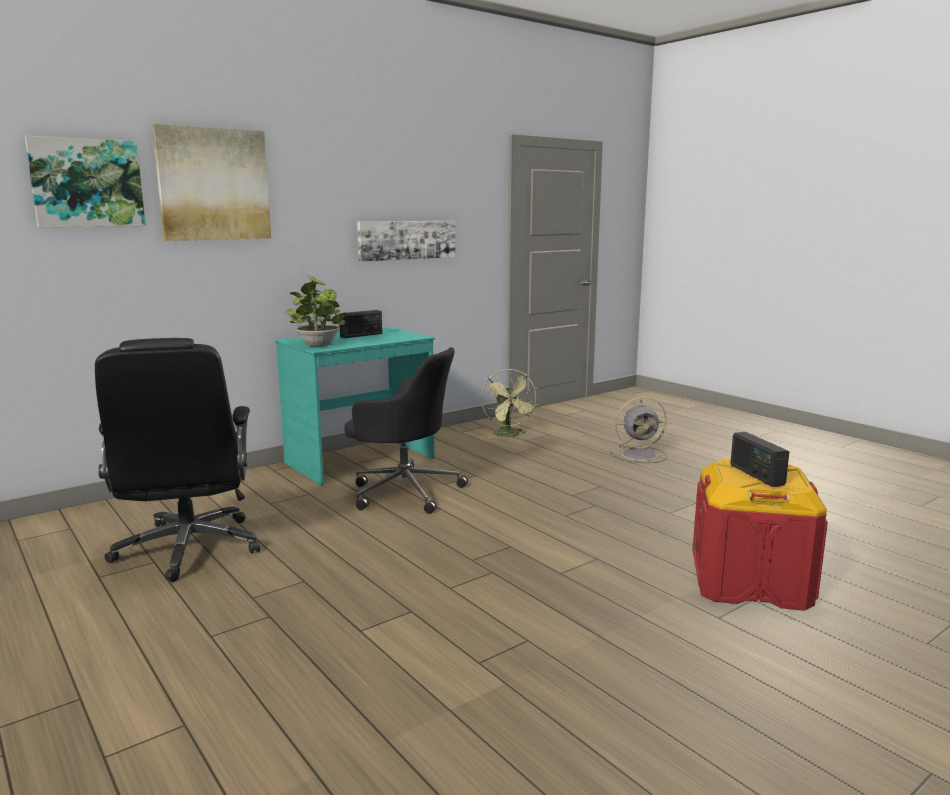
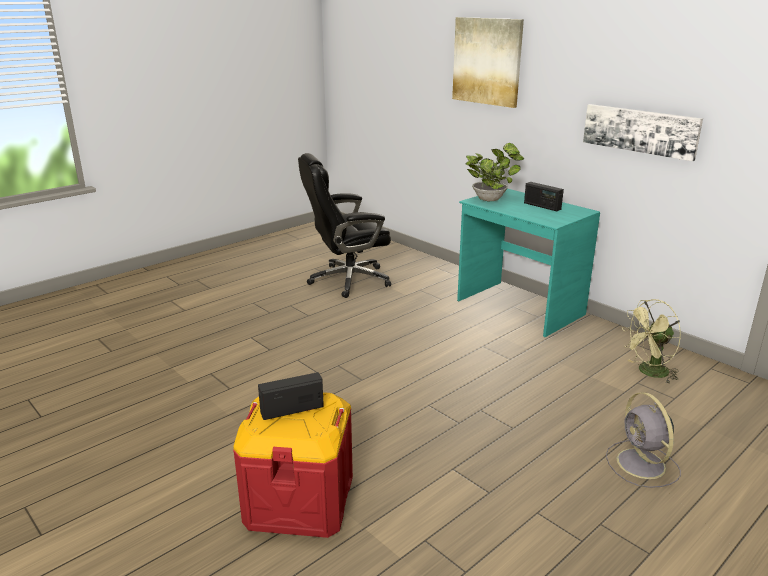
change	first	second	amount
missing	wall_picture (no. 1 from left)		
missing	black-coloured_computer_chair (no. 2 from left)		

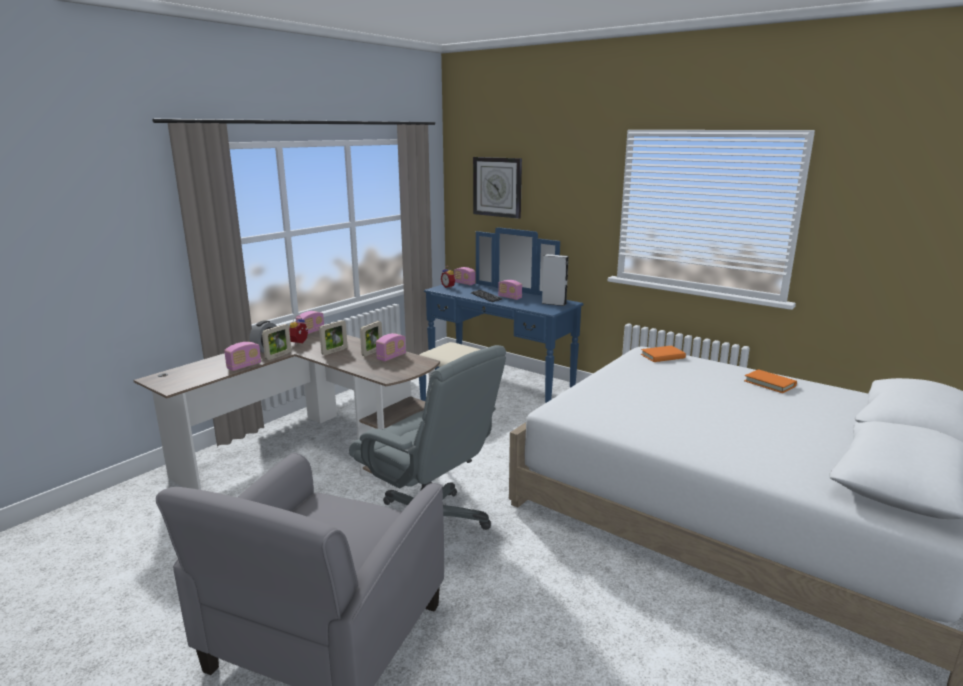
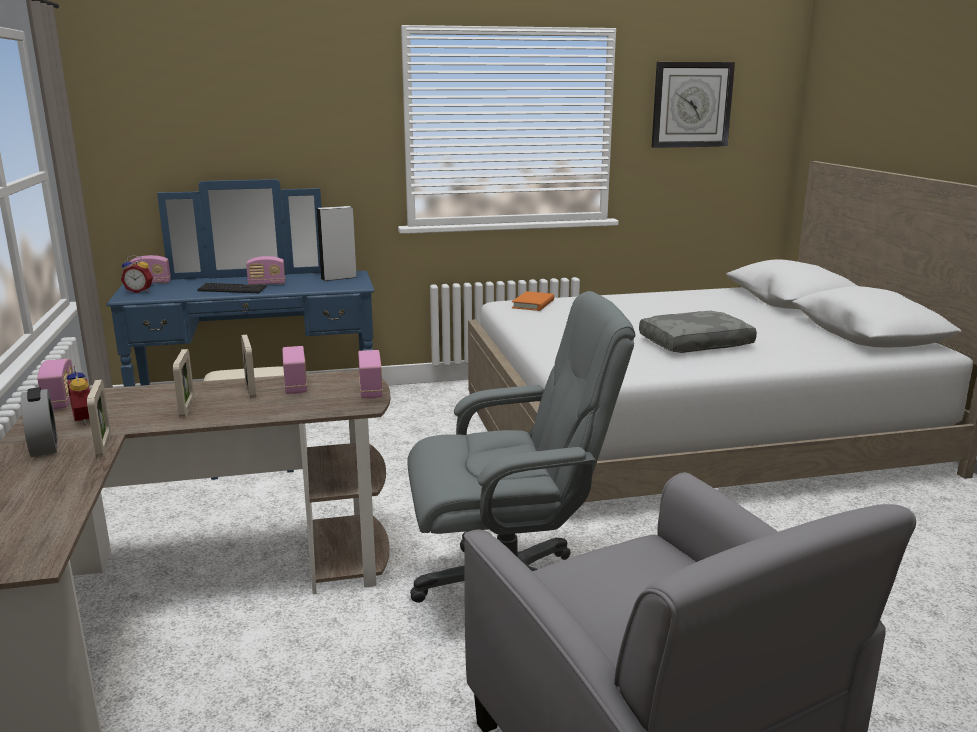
change	first	second	amount
missing	orange_volume (no. 2 from left)		
appeared		greyish_throw_pillow	
relocated	radio (no. 1 from left in the first image)	radio (no. 5 from left)	
relocated	hanging_clock		

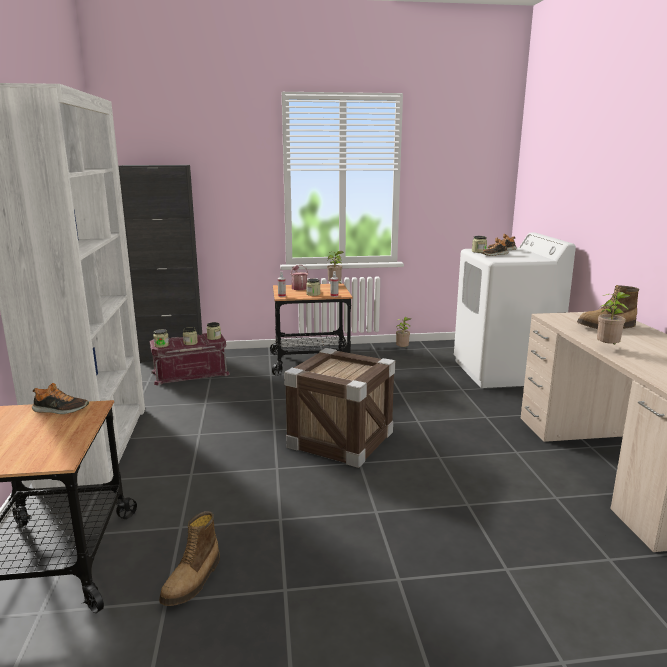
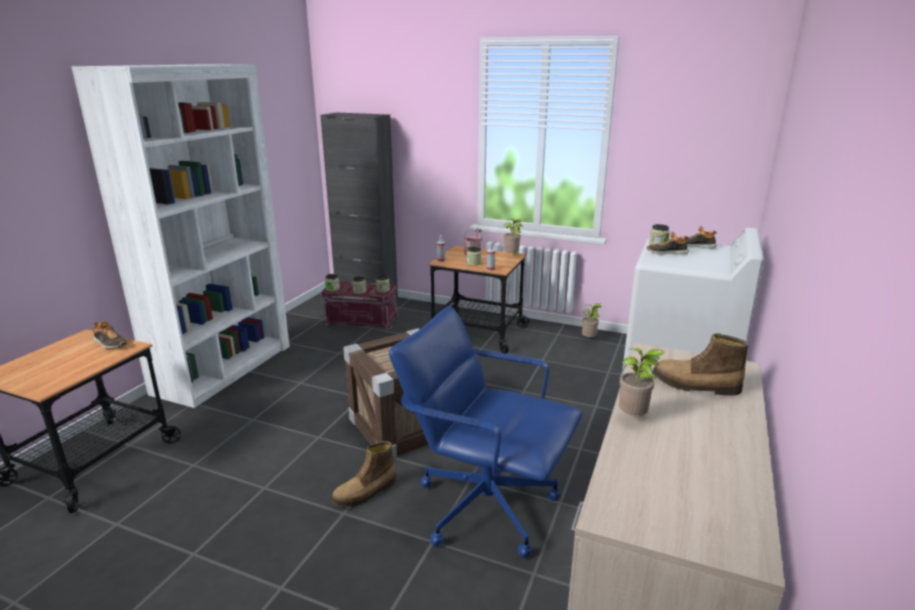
change	first	second	amount
appeared		blue-coloured_computer_chair	
relocated	high-top_boot (no. 1 from left)		

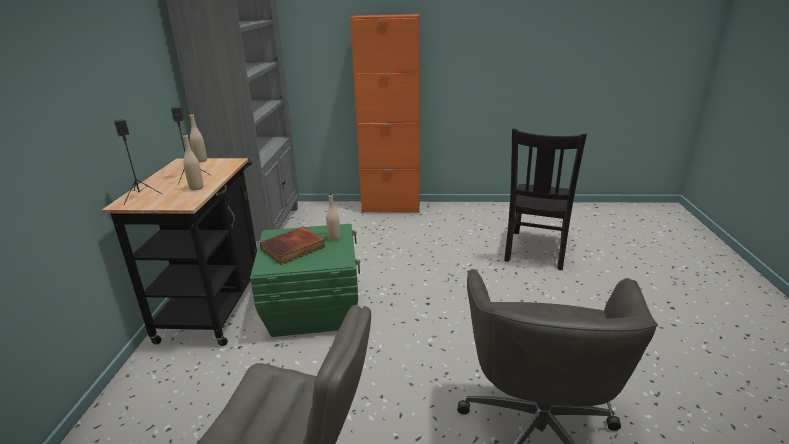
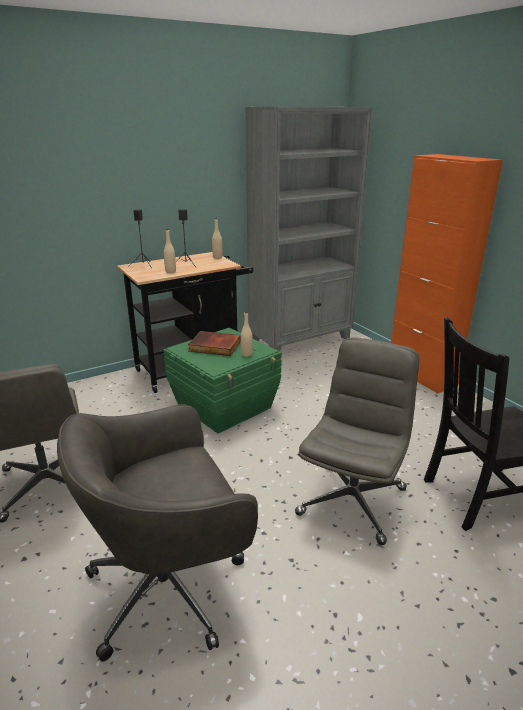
change	first	second	amount
appeared		greyish_computer_chair (no. 3 from left)	

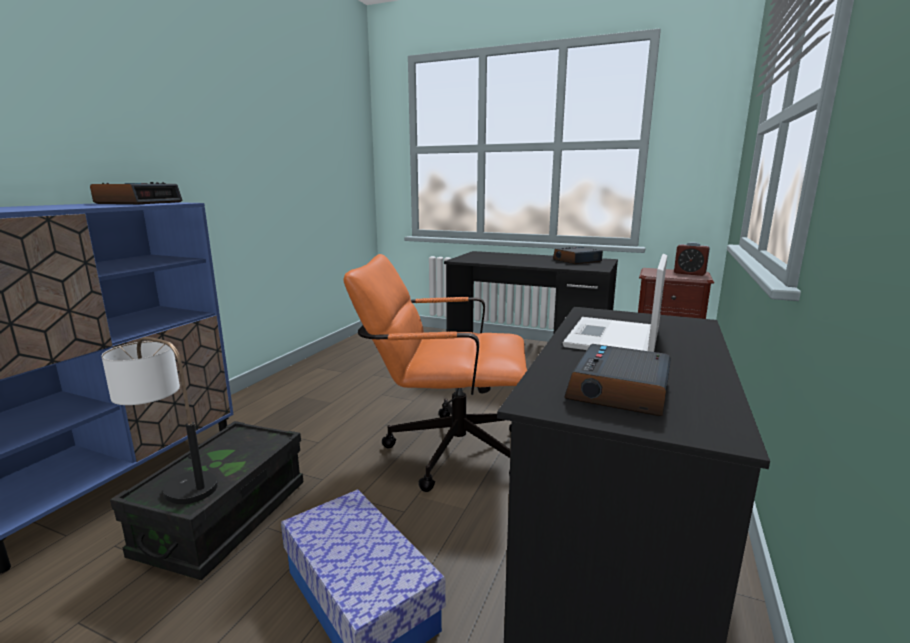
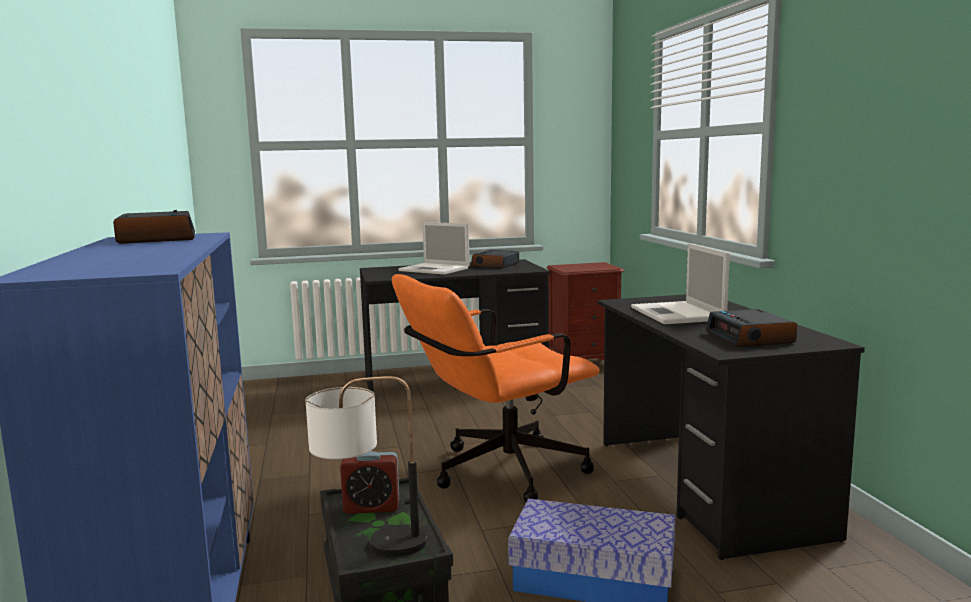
change	first	second	amount
appeared		portable_computer (no. 1 from left)	
relocated	bedside_clock (no. 4 from left in the first image)	bedside_clock (no. 2 from left)	

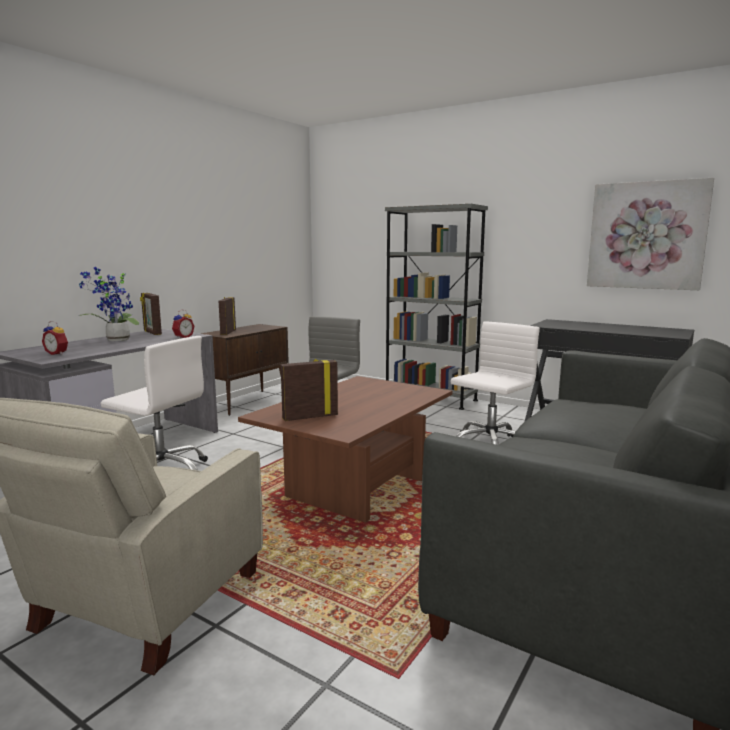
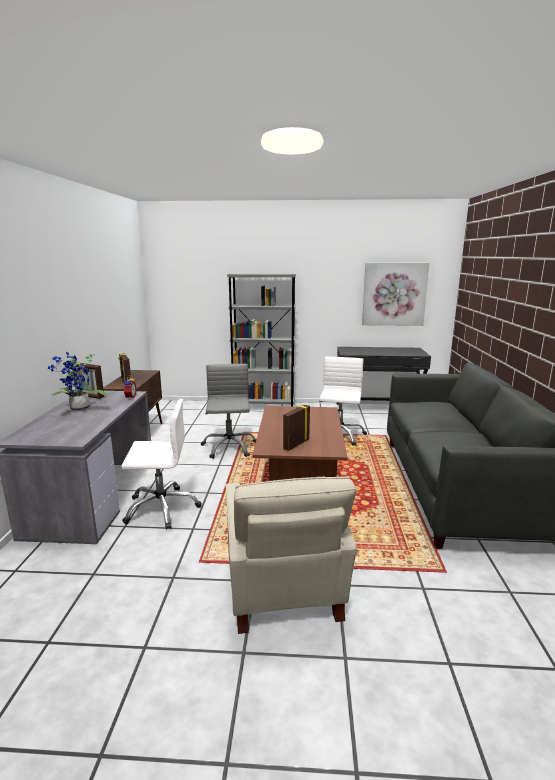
change	first	second	amount
missing	bedside_clock (no. 1 from left)		

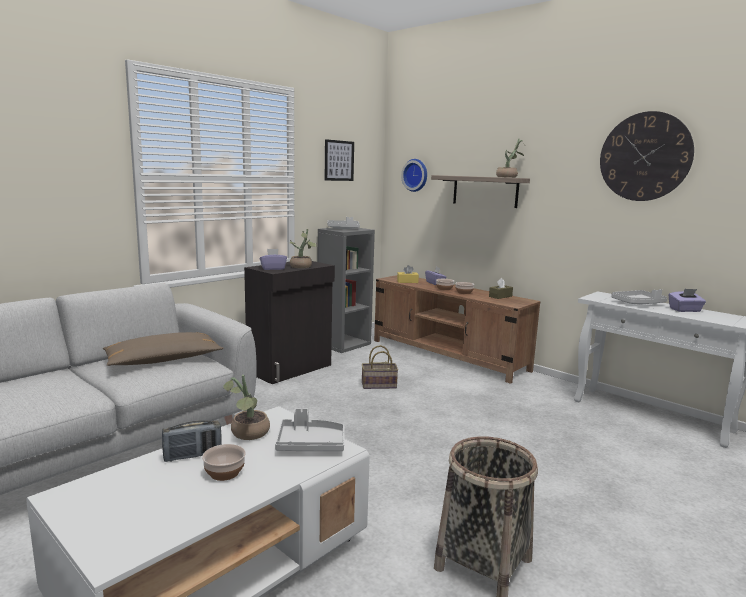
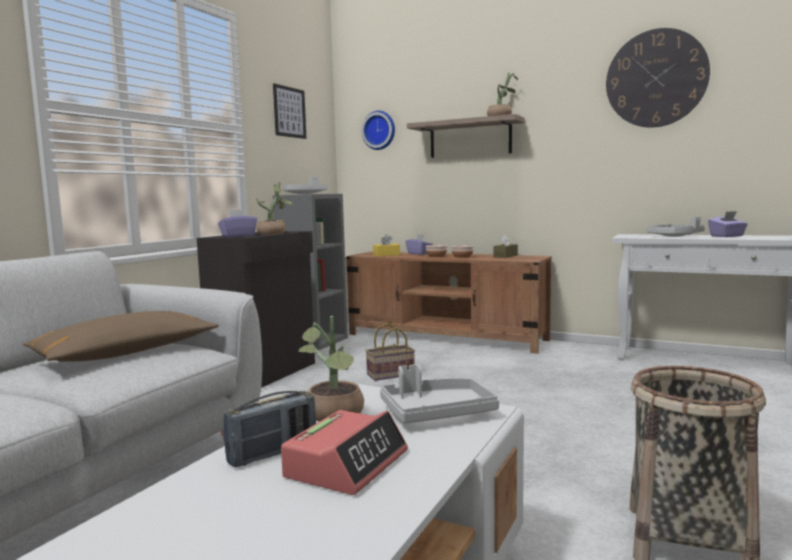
change	first	second	amount
exchanged	bowl (no. 1 from left)	bedside_clock	

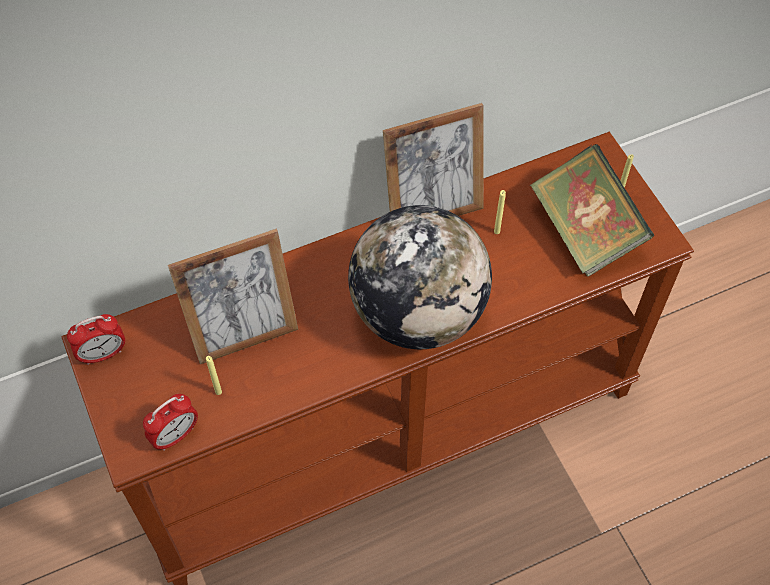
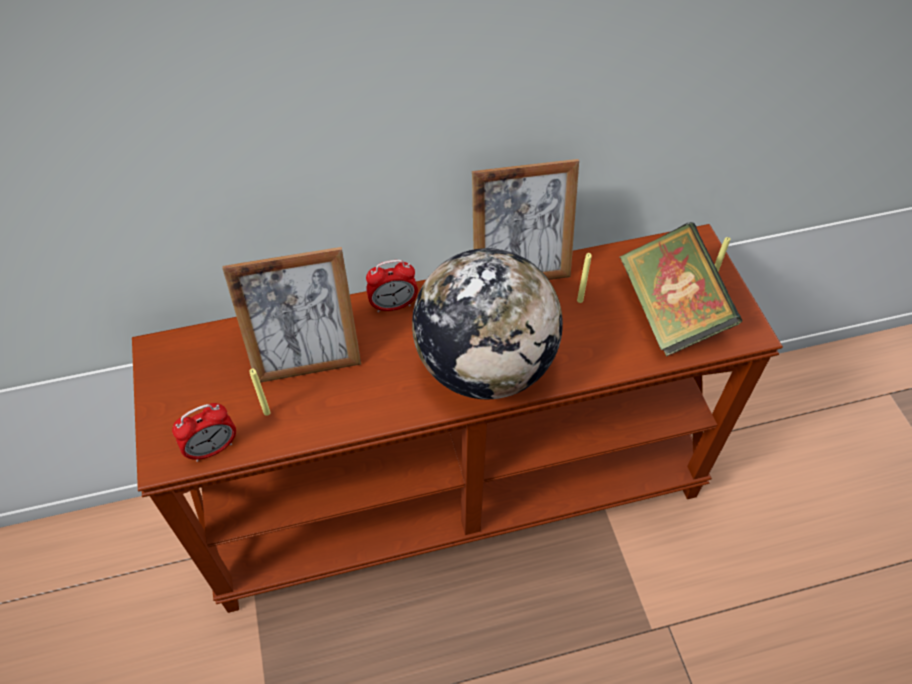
change	first	second	amount
relocated	bedside_clock (no. 1 from left in the first image)	bedside_clock (no. 2 from left)	

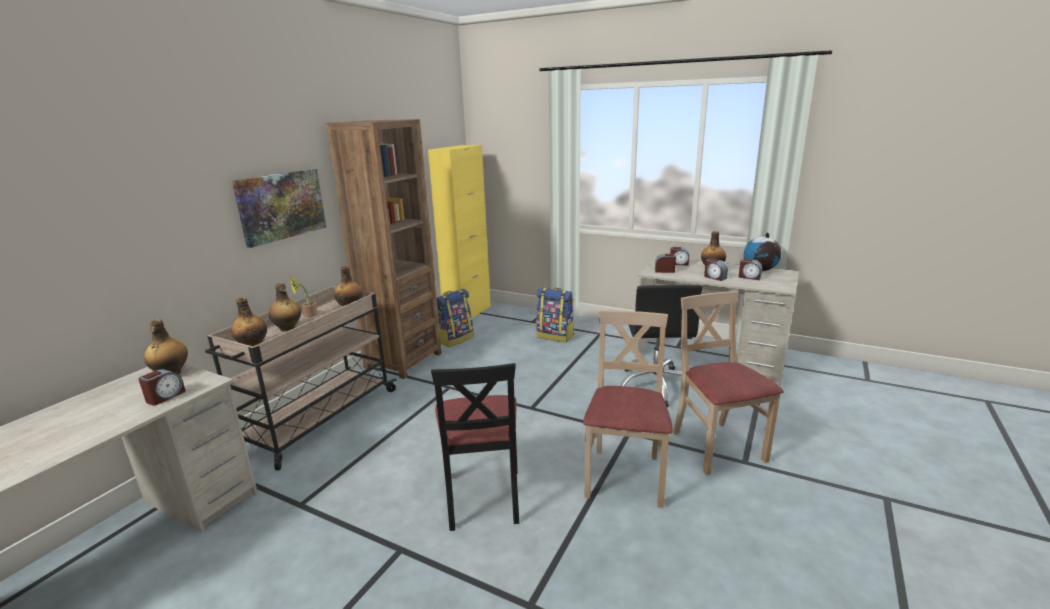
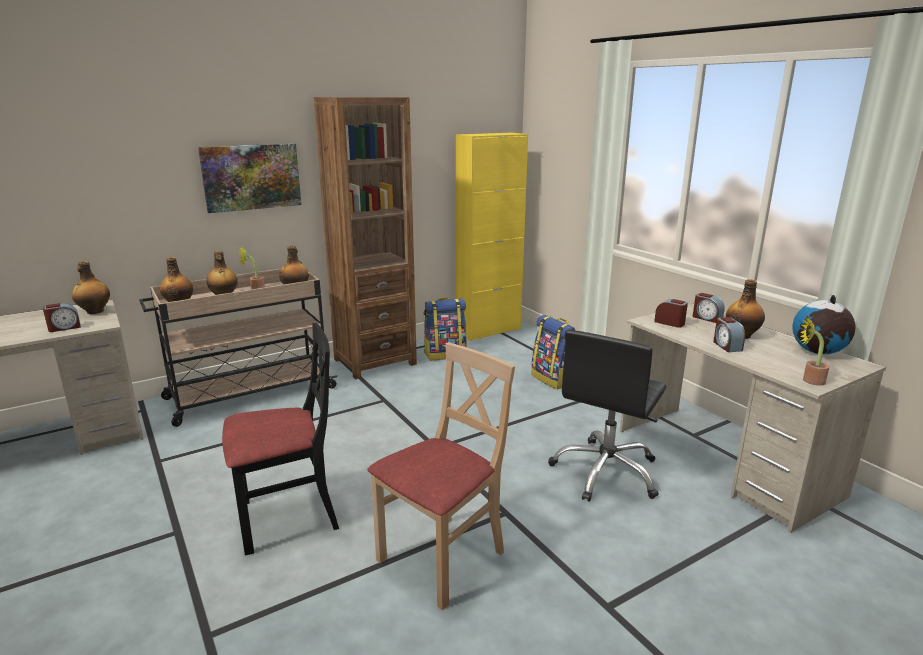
change	first	second	amount
missing	beige_plain_chair (no. 2 from left)		
missing	bedside_clock (no. 5 from left)		
appeared		houseplant (no. 2 from left)	
spun	black-coloured_plain_chair		135 degrees counterclockwise

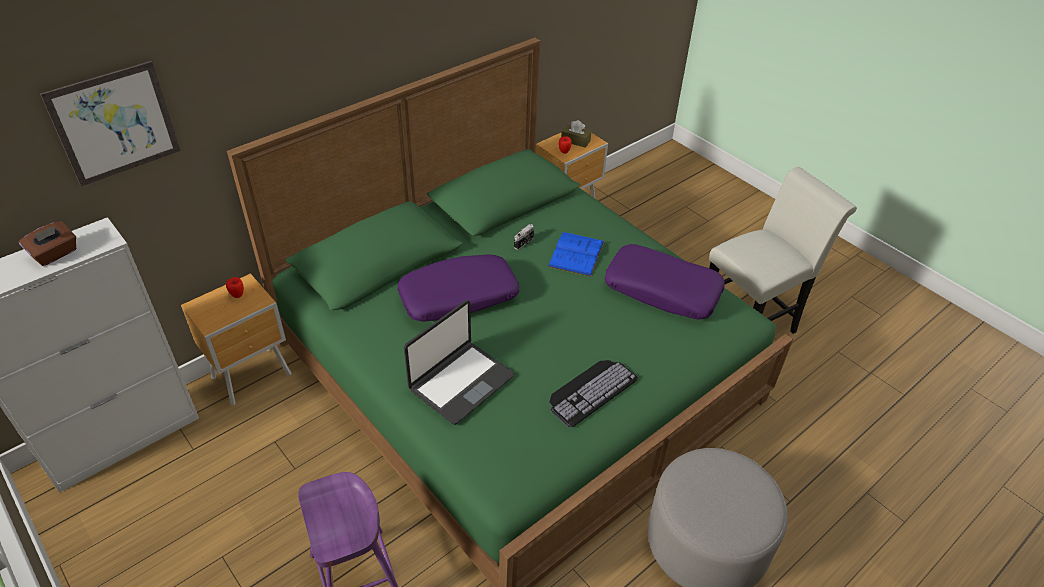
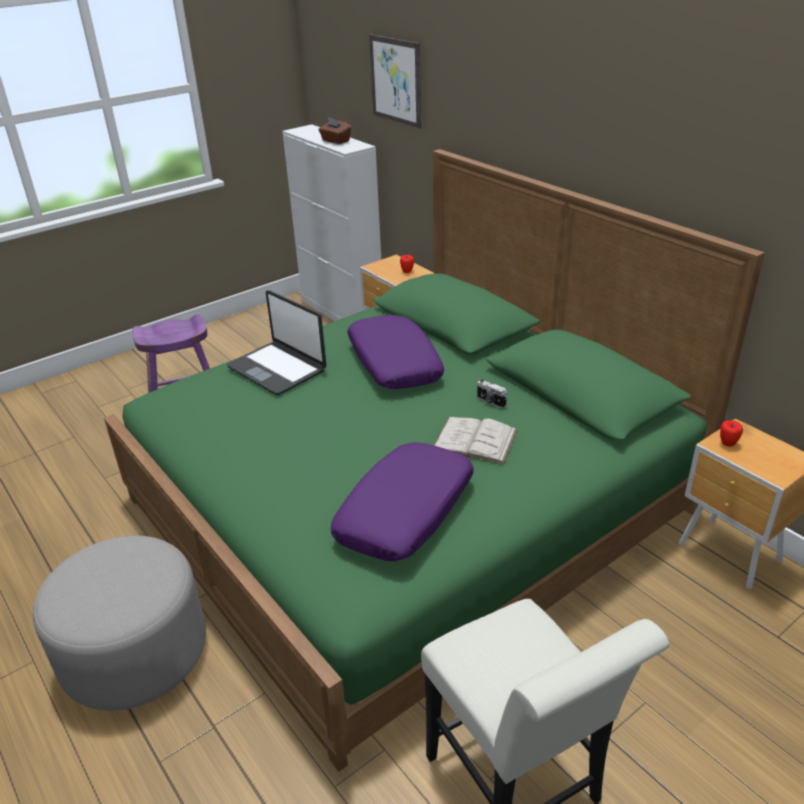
change	first	second	amount
missing	computer_keyboard		
missing	brown-coloured_box_of_tissues (no. 2 from left)		
colour	blue-coloured_volume	white_volume	

